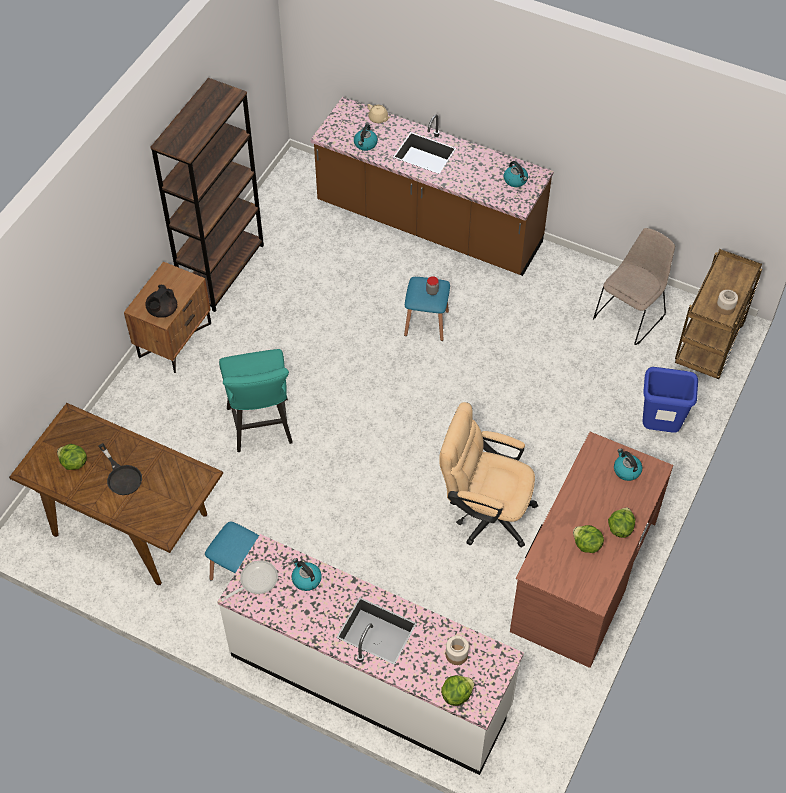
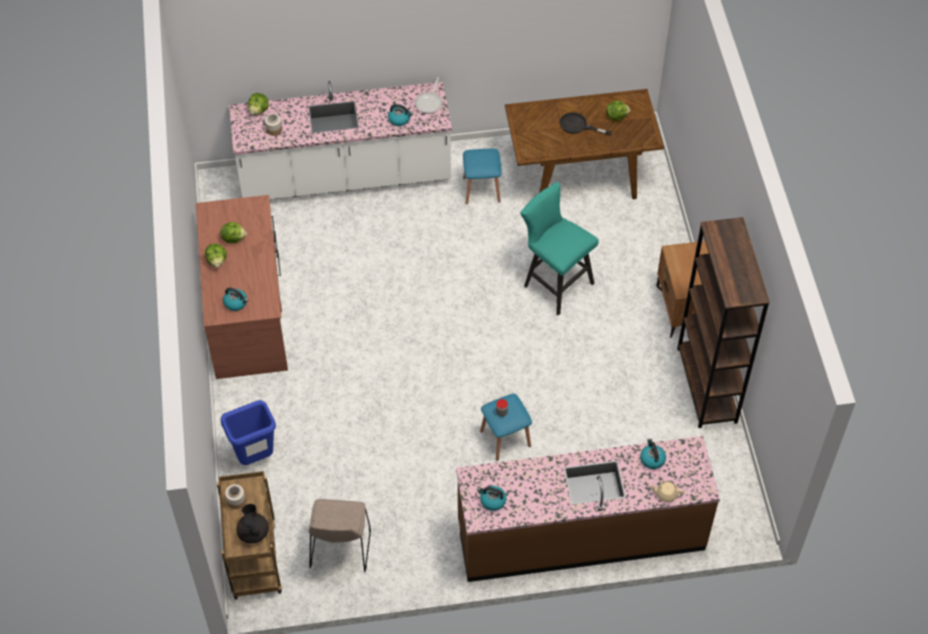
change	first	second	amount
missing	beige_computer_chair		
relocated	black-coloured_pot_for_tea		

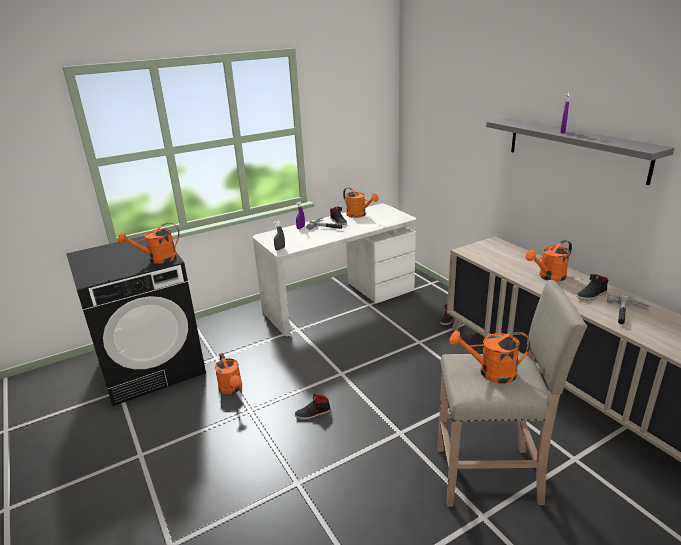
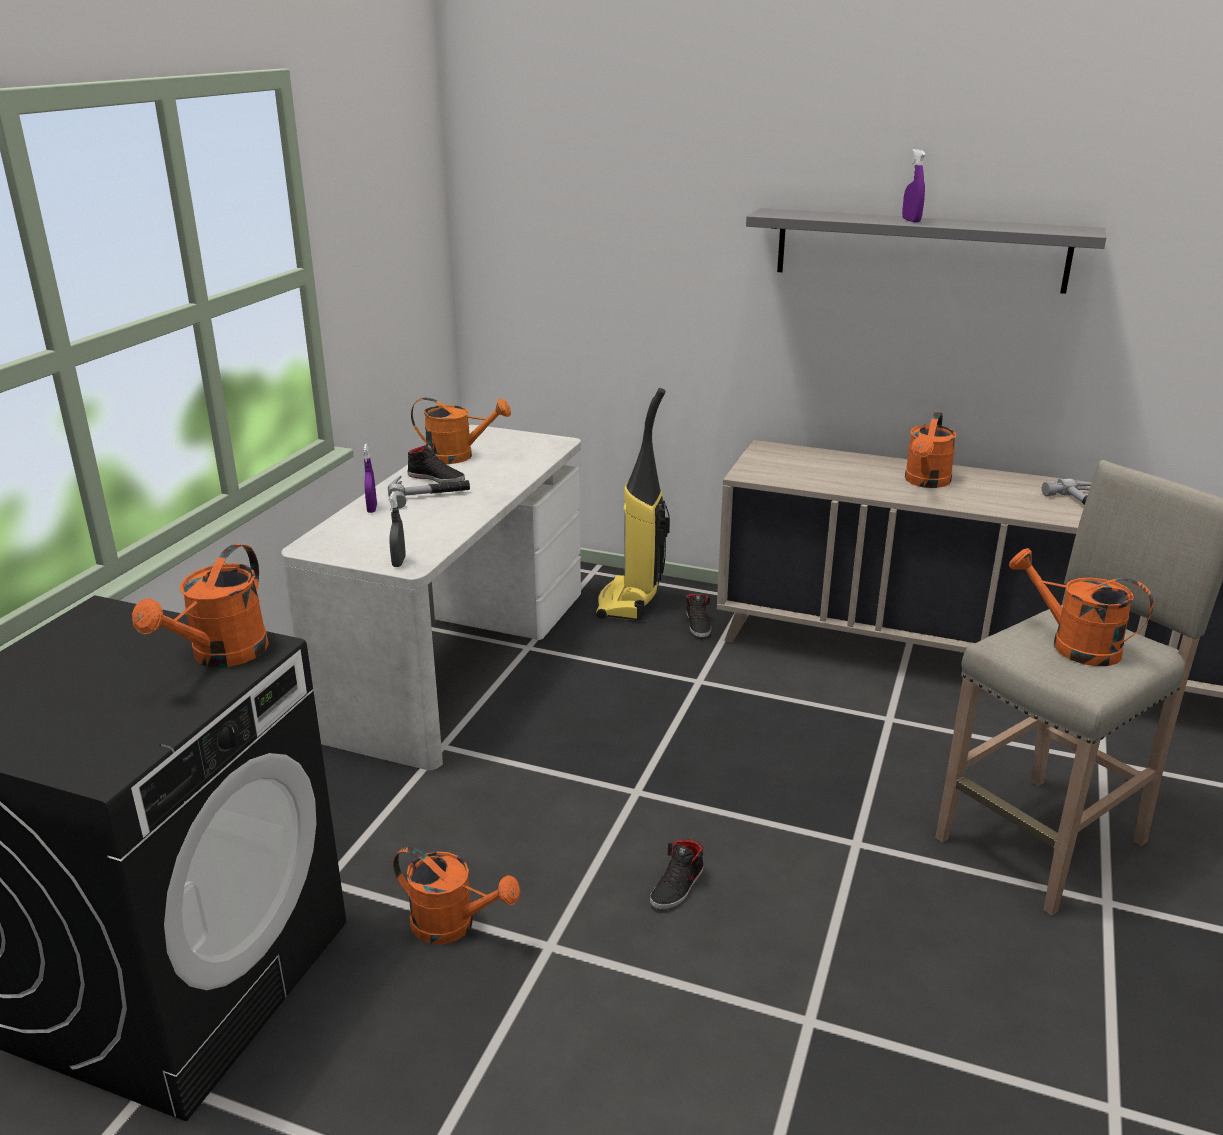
change	first	second	amount
missing	black-coloured_shoe (no. 4 from left)		
appeared		vacuum_cleaner	
spun	orange_sprinkling_can (no. 4 from left in the first image)	orange_sprinkling_can (no. 5 from left)	75 degrees clockwise

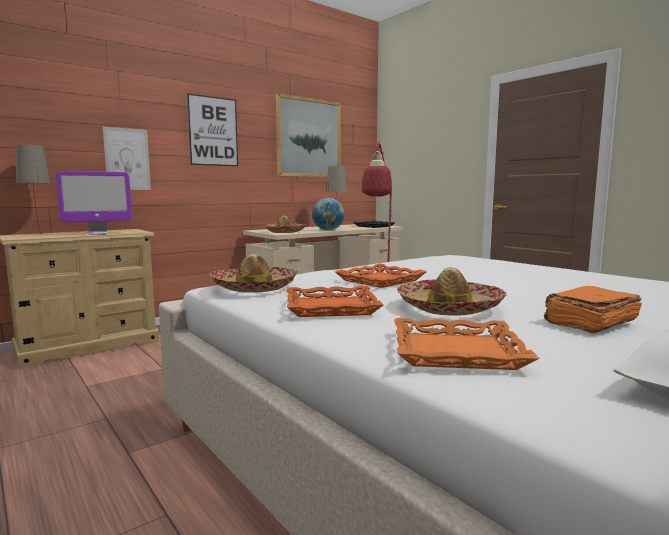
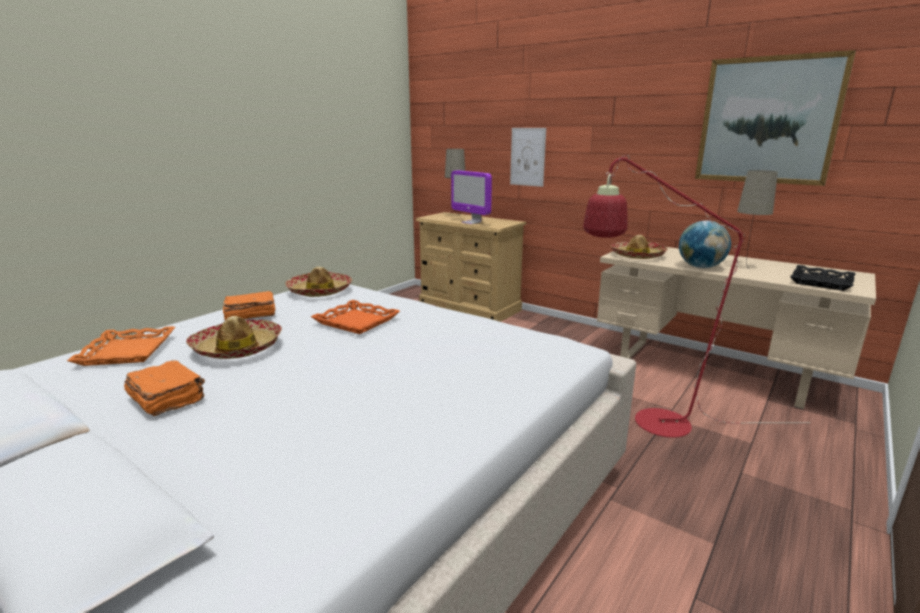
change	first	second	amount
missing	wall_picture (no. 2 from left)		
exchanged	orange_serving_tray (no. 1 from left)	orange_volume (no. 2 from left)	

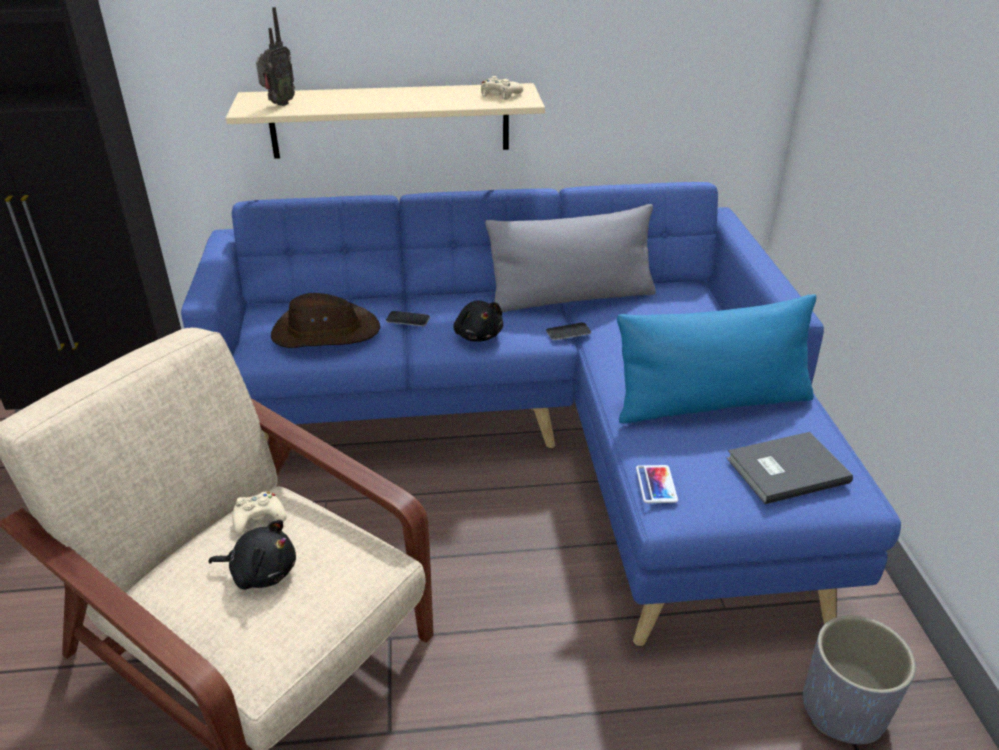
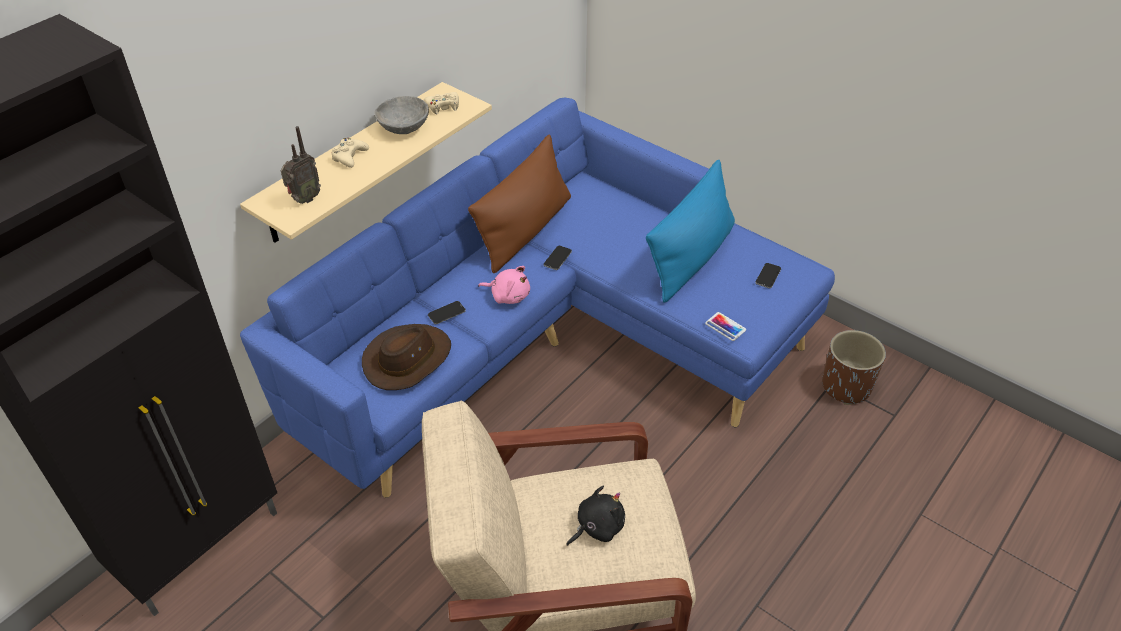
change	first	second	amount
appeared		greyish_bowl	
relocated	beige_joypad (no. 1 from left)		
exchanged	greyish_volume	handset (no. 4 from left)	
colour	black-coloured_plush_toy (no. 2 from left)	pinkish_plush_toy	
colour	greyish_throw_pillow	brown-coloured_throw_pillow	
colour	greyish_planter	brown-coloured_planter	
spun	radio		60 degrees clockwise

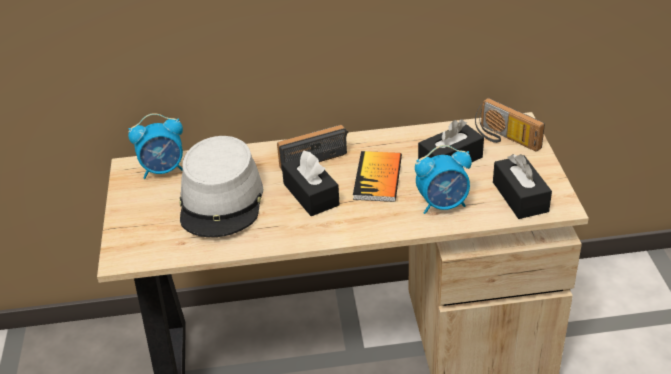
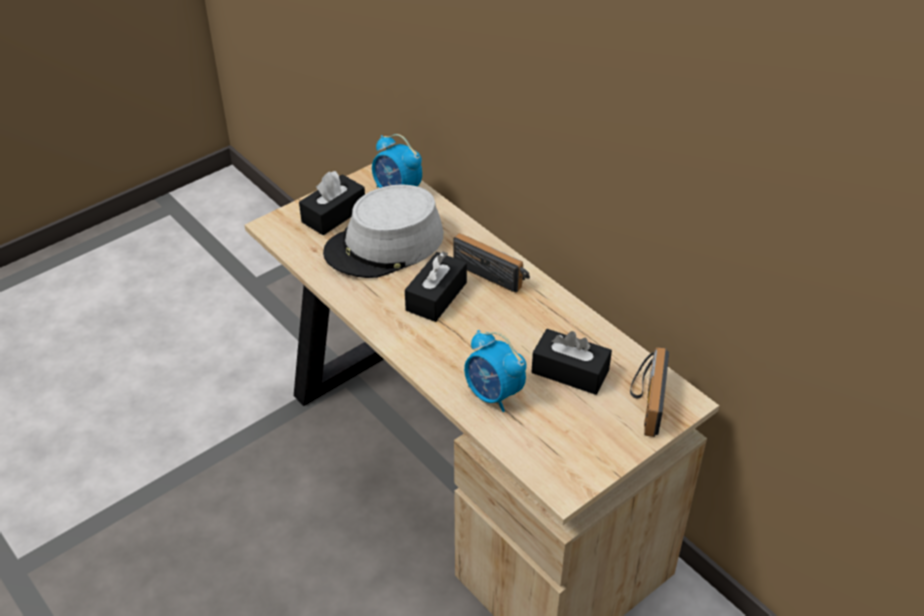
change	first	second	amount
missing	volume		
relocated	black-coloured_box_of_tissues (no. 3 from left in the first image)	black-coloured_box_of_tissues (no. 1 from left)	

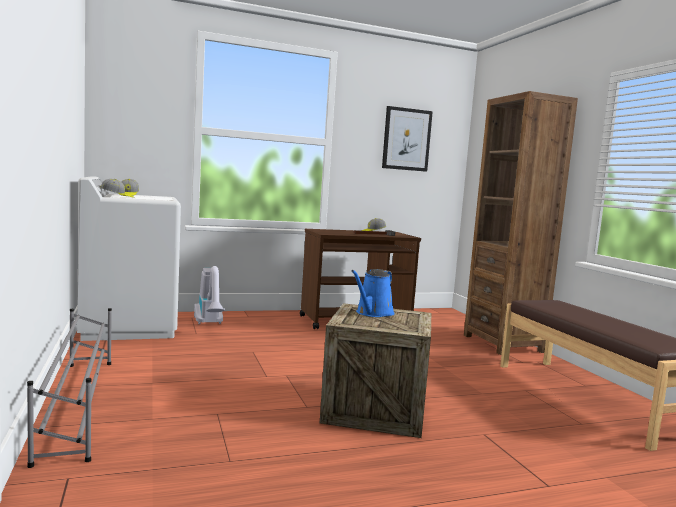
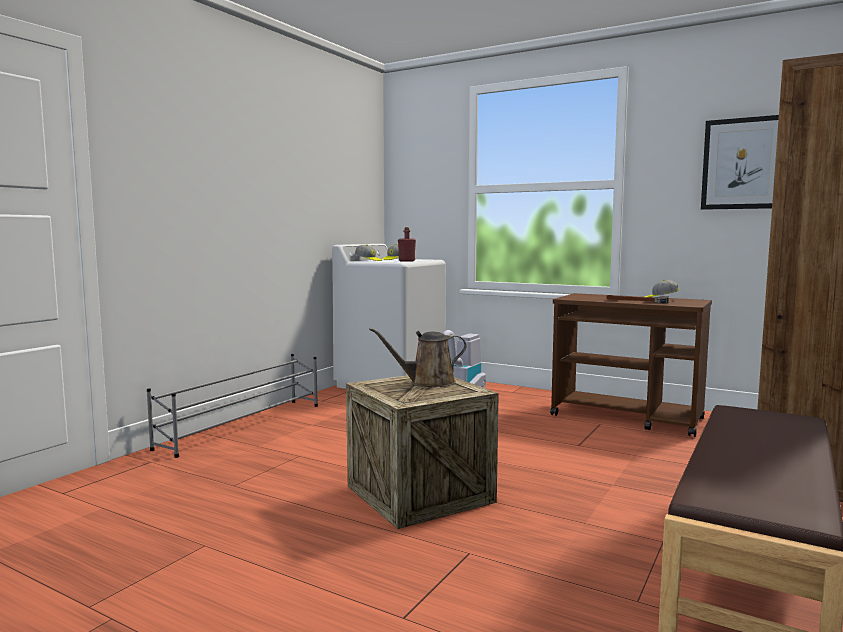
change	first	second	amount
appeared		red-coloured_drink_bottle	
colour	blue-coloured_sprinkling_can	brown-coloured_sprinkling_can	

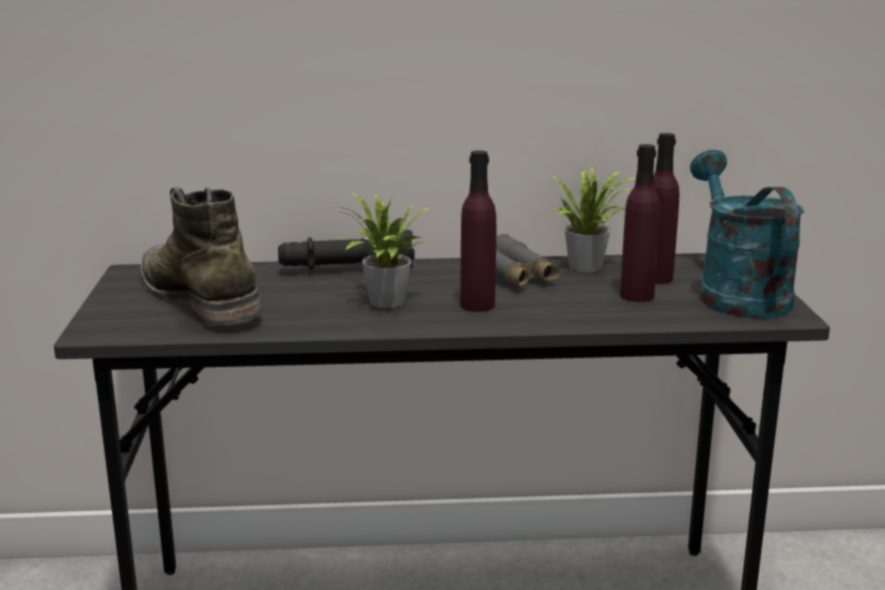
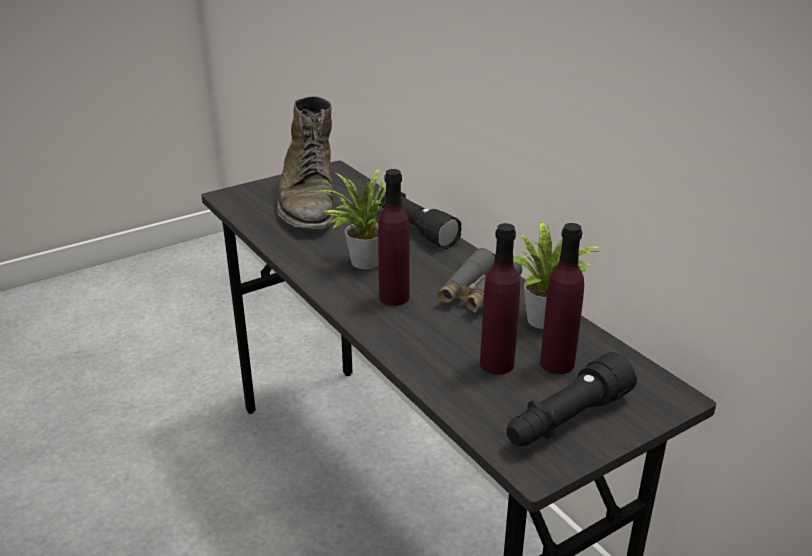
change	first	second	amount
exchanged	turquoise-coloured_sprinkling_can	black-coloured_hand_torch (no. 2 from left)	
spun	green_high-top_boot		150 degrees clockwise

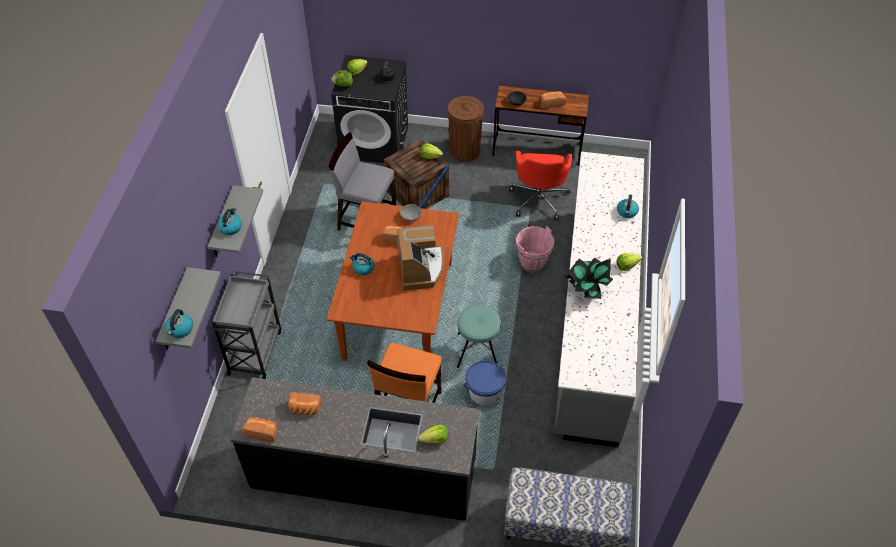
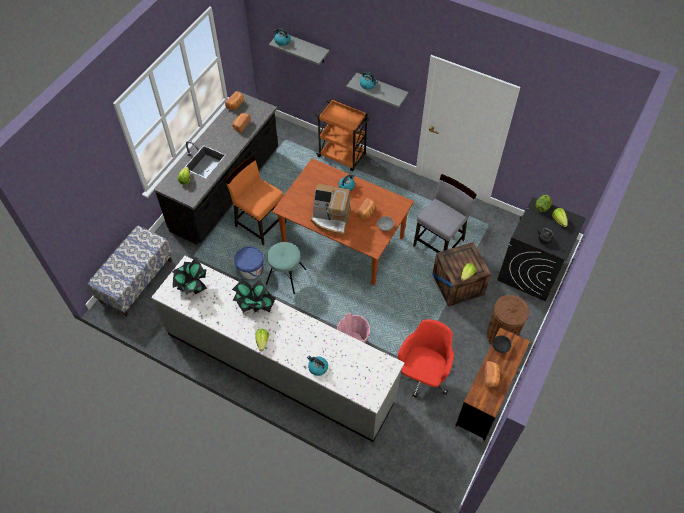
change	first	second	amount
appeared		houseplant (no. 1 from left)	
colour	greyish_trolley	orange_trolley	
spun	red-coloured_computer_chair		90 degrees clockwise

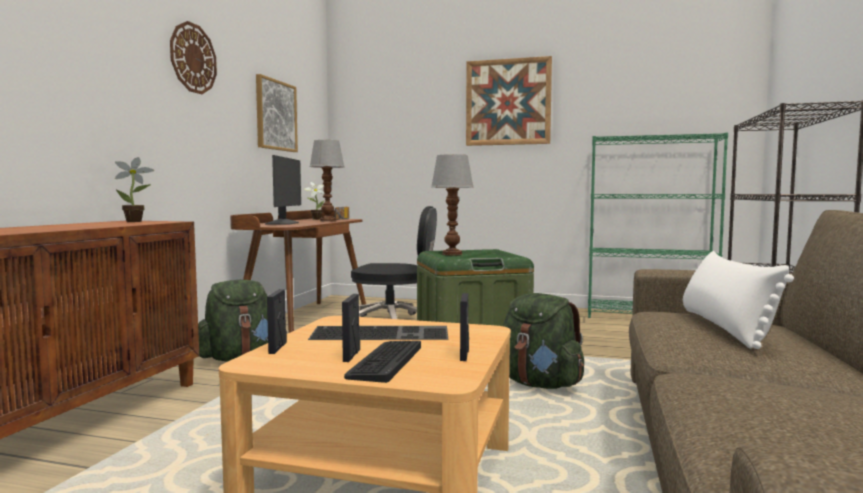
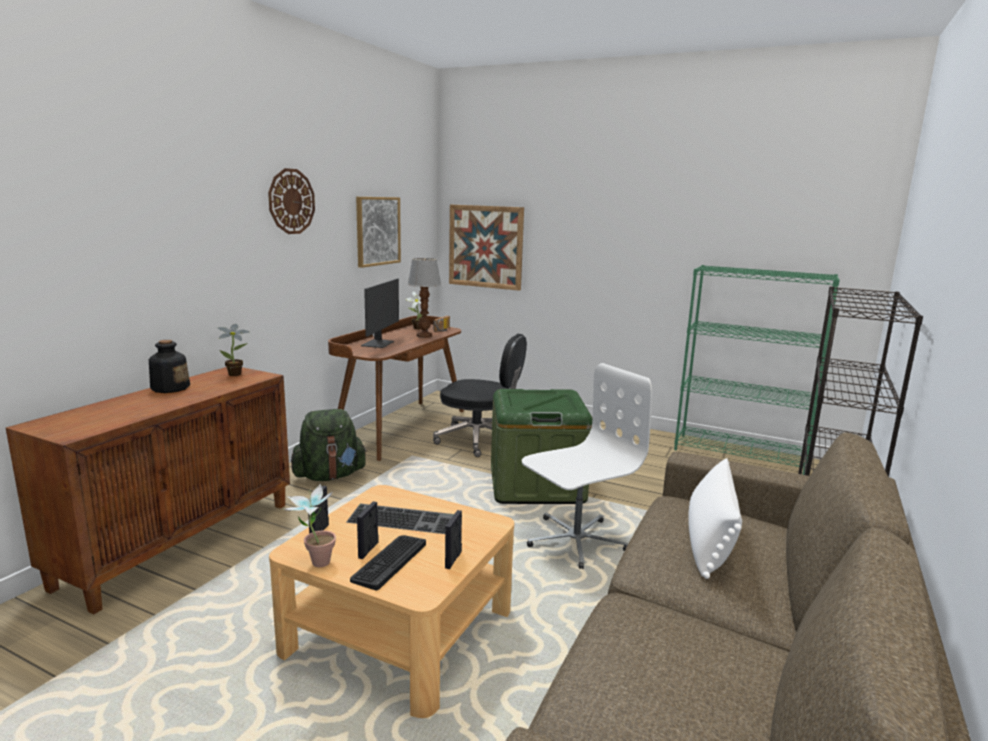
change	first	second	amount
missing	table_lamp (no. 2 from left)		
appeared		drink_bottle	
appeared		houseplant (no. 2 from left)	
relocated	wall_picture (no. 2 from left)		
exchanged	green_backpack (no. 2 from left)	white_computer_chair	

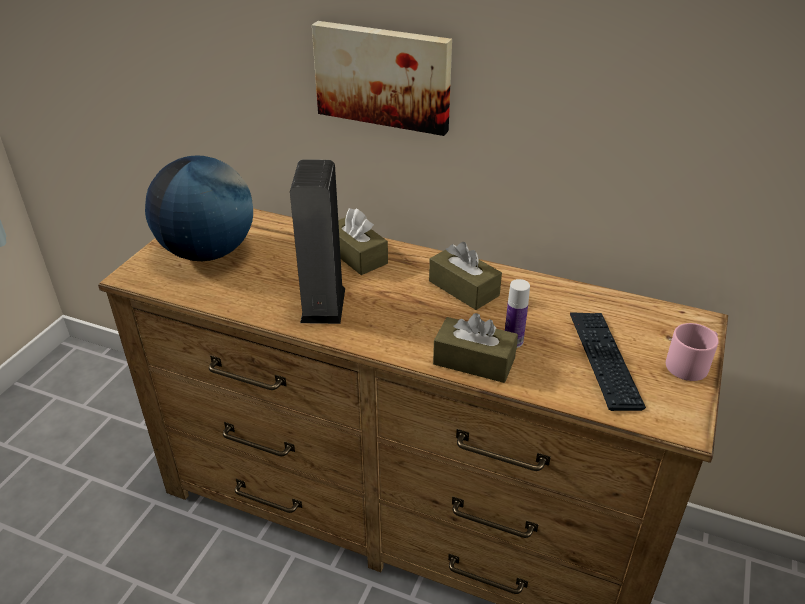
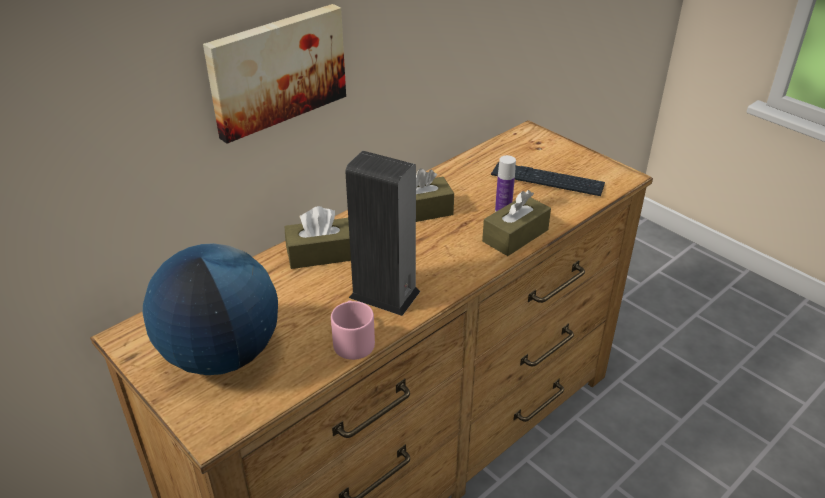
change	first	second	amount
relocated	pinkish_tea_mug		

